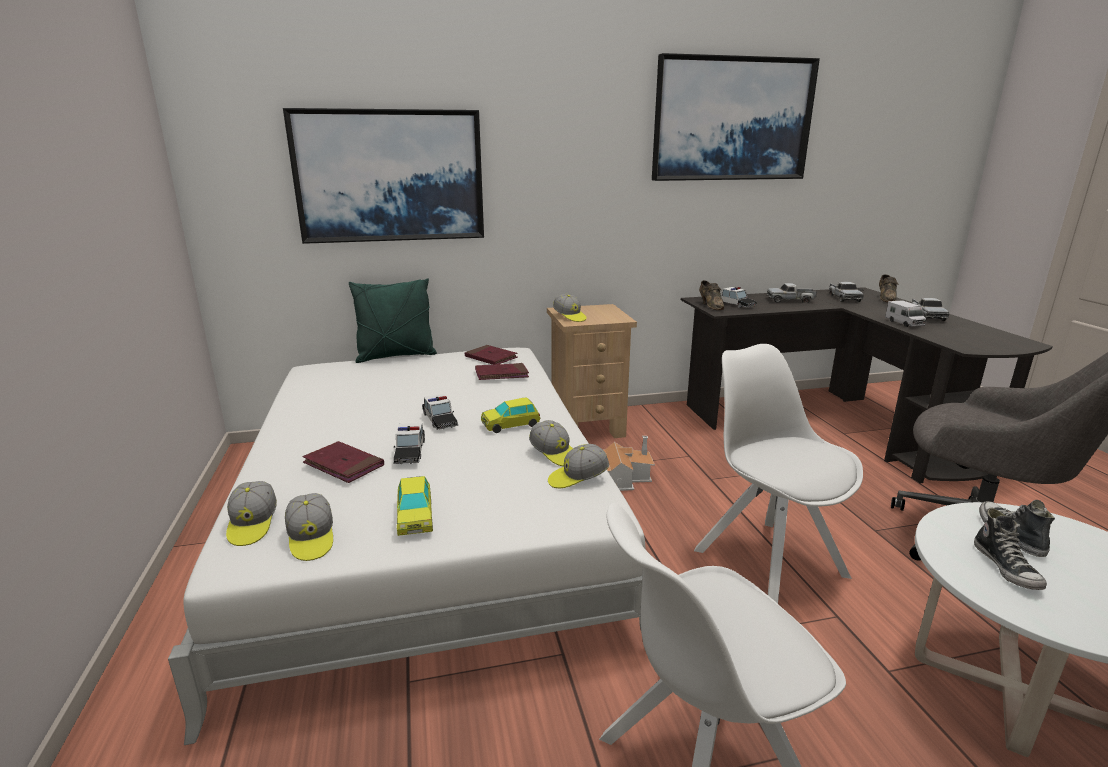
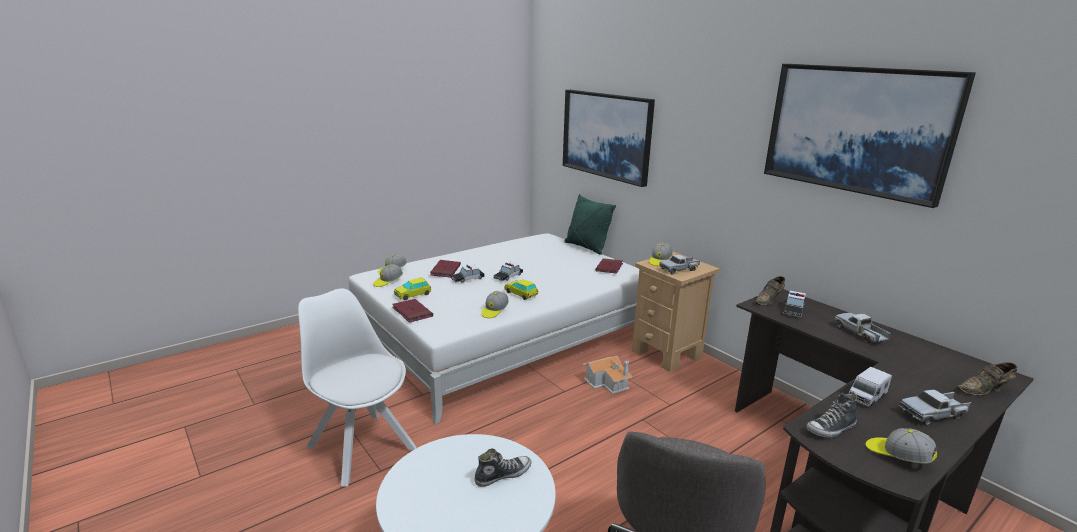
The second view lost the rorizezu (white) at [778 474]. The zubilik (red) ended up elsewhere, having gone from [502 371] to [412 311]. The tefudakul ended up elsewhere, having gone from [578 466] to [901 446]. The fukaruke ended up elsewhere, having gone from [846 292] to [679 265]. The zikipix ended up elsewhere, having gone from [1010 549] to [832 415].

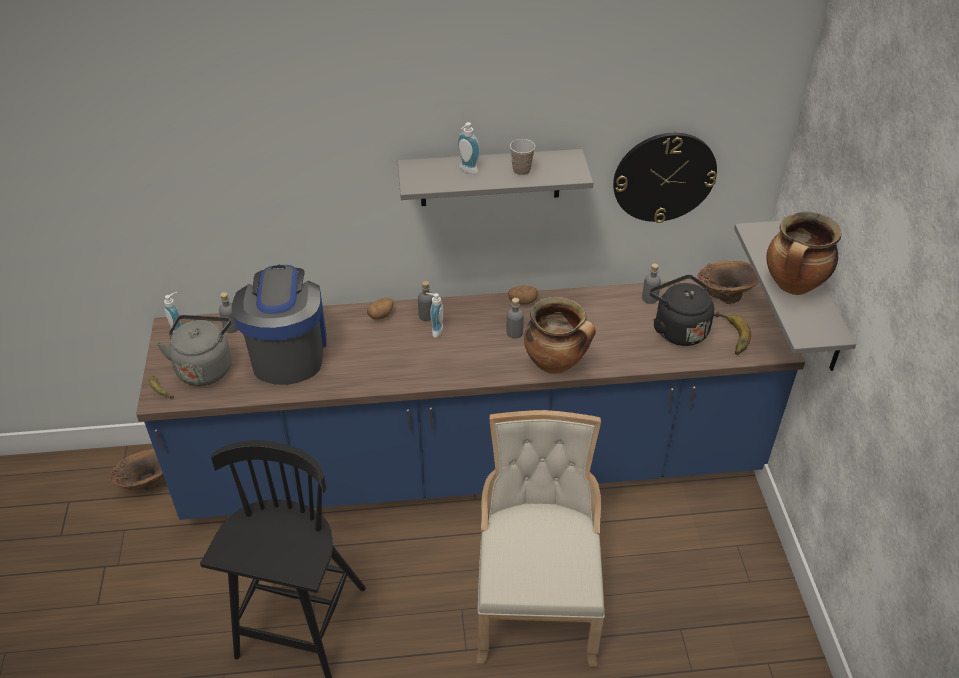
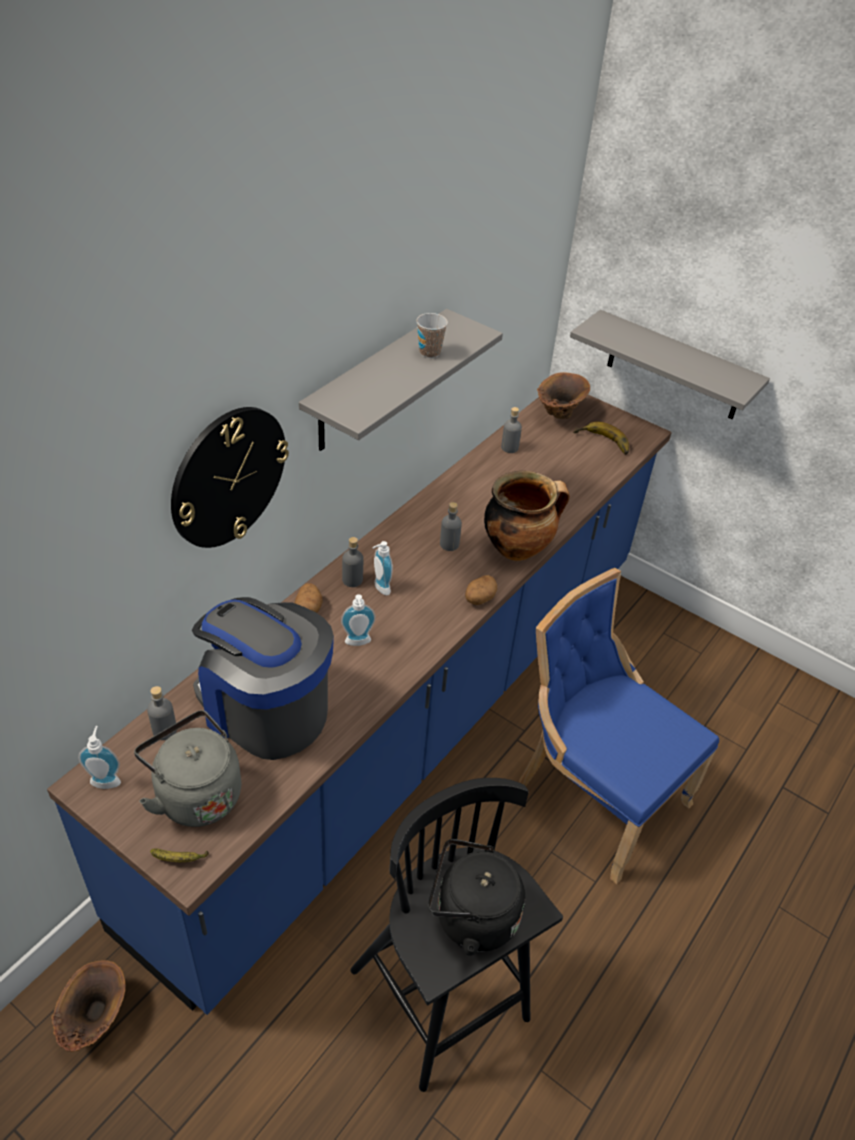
The second view lost the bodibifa at [803 253]. The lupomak ended up elsewhere, having gone from [468 148] to [358 620]. The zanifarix ended up elsewhere, having gone from [523 295] to [481 590]. The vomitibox ended up elsewhere, having gone from [665 178] to [230 477]. The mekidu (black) ended up elsewhere, having gone from [681 310] to [477 897]. What was the rorizezu (beige) at [541 538] turned into the rorizezu (blue) at [619 726].

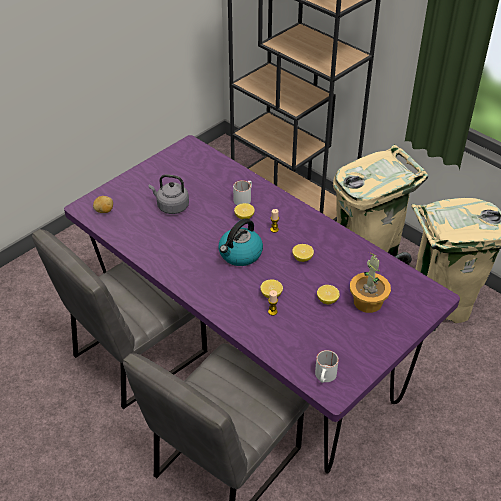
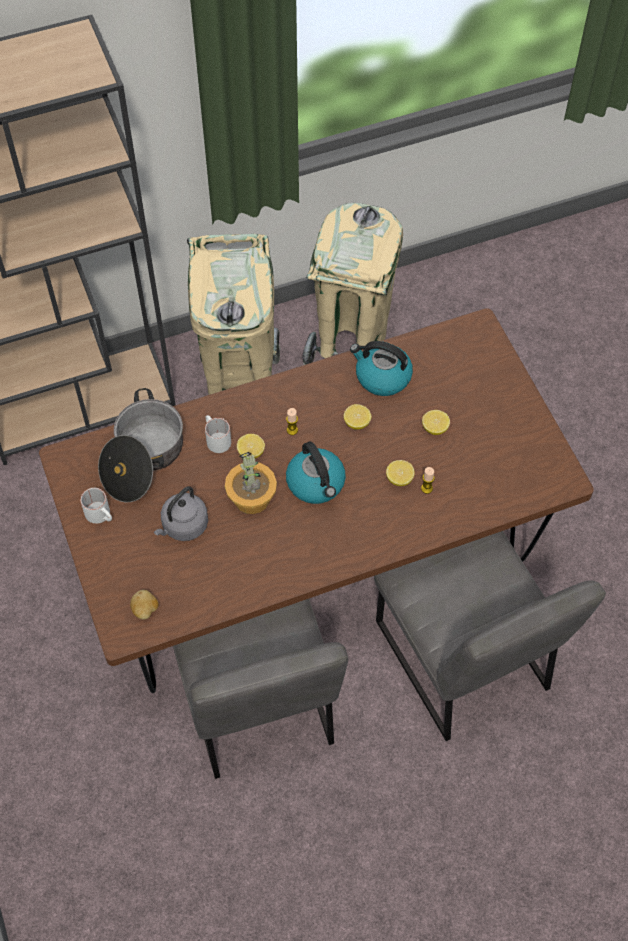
The second view gained the bodibifa at [140 445]. The second view gained the mekidu at [381 368]. The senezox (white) ended up elsewhere, having gone from [327 366] to [96 506]. The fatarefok ended up elsewhere, having gone from [370 283] to [251 483]. What was the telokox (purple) at [262 304] turned into the telokox (brown) at [316 500].

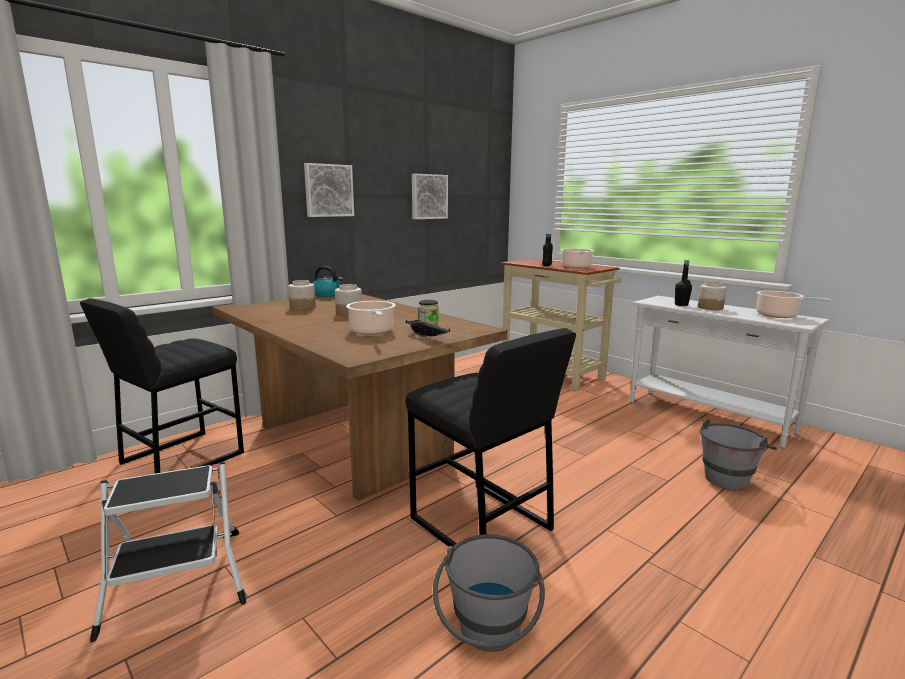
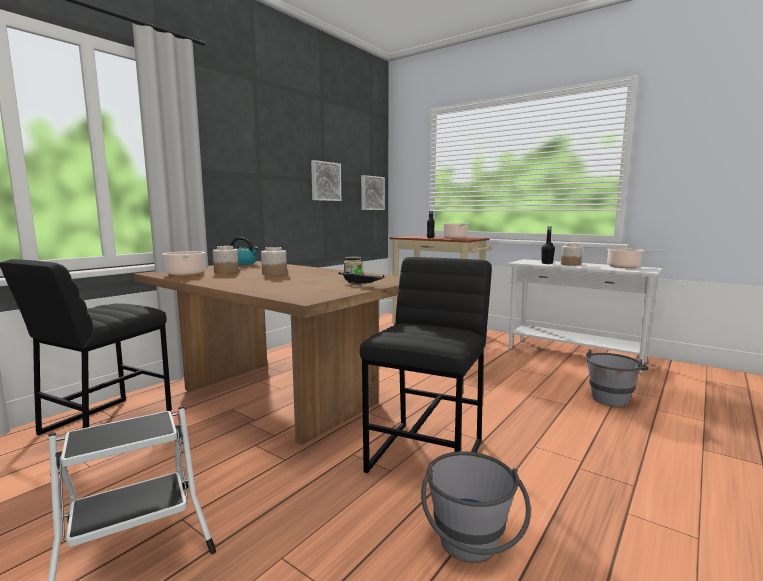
The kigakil ended up elsewhere, having gone from [329 190] to [373 192]. The bodibifa ended up elsewhere, having gone from [371 318] to [183 263]. The rorizezu (black) at [491 437] ended up facing another way, 105 degrees counterclockwise from before.

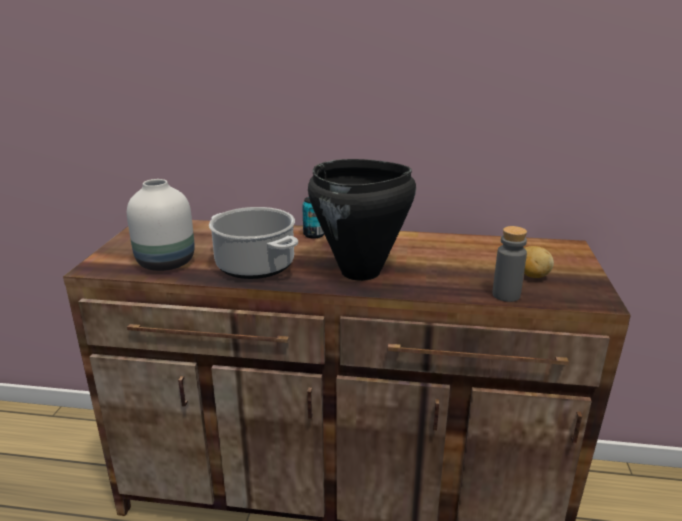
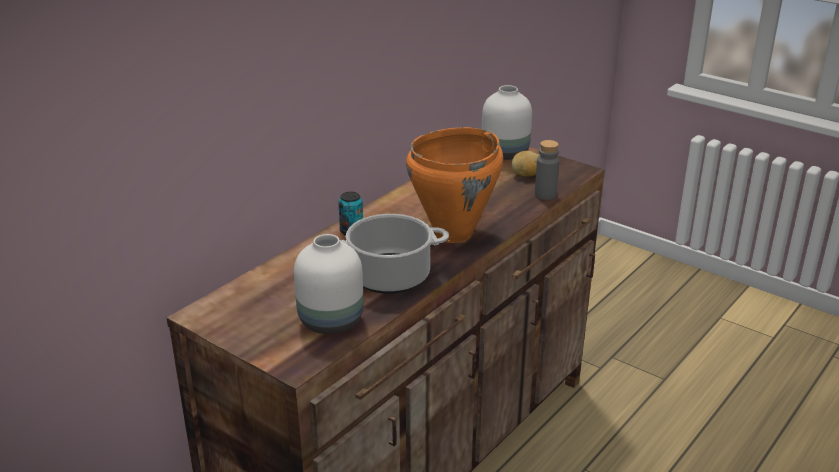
The second view gained the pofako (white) at [507 122]. What was the bodibifa (black) at [362 220] turned into the bodibifa (orange) at [454 185].

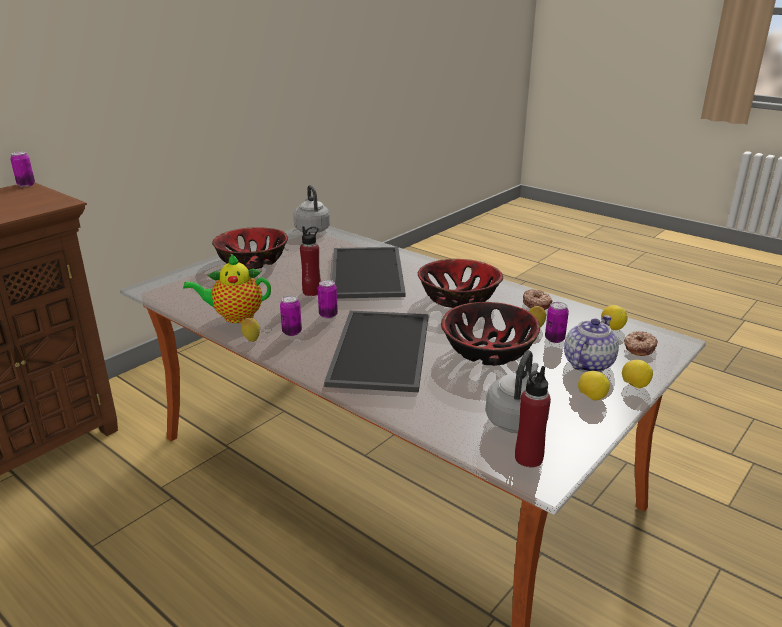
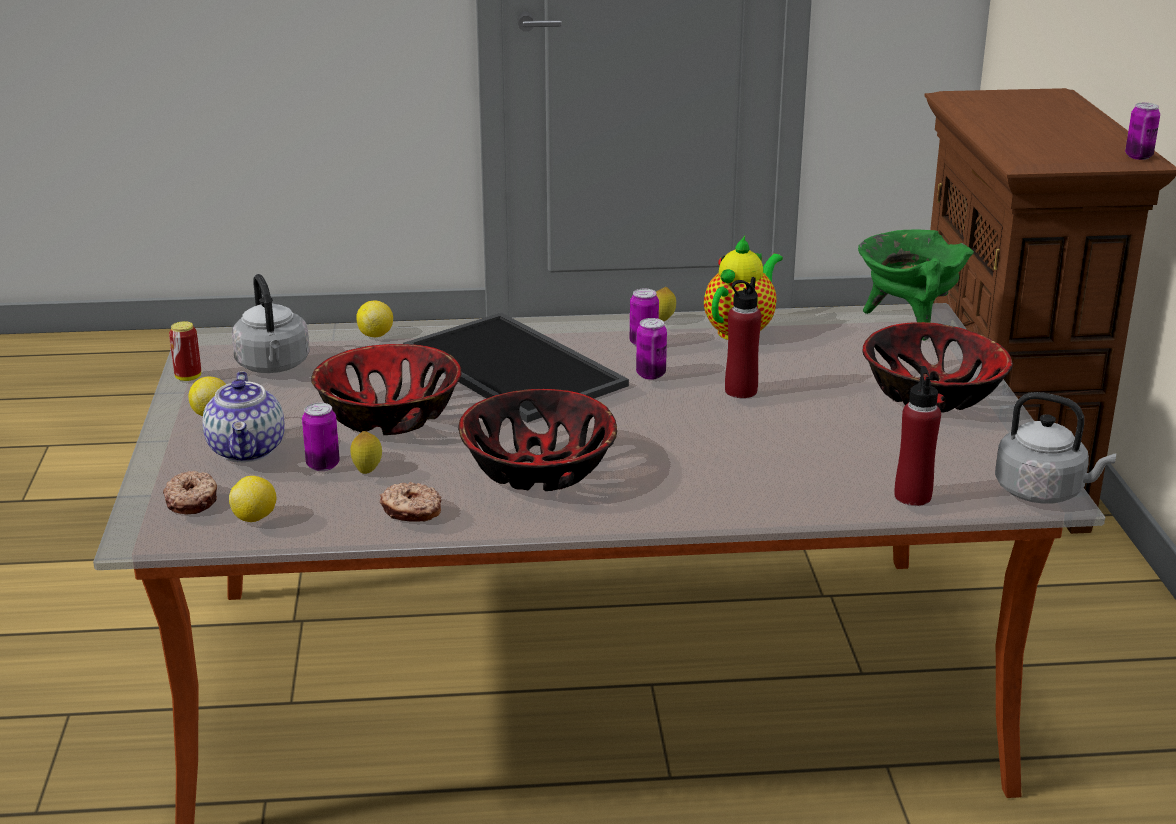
The second view lost the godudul at [369 273]. The second view gained the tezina at [185 351]. The second view gained the bodibifa (green) at [916 285]. The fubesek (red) ended up elsewhere, having gone from [533 416] to [918 436]. The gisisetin ended up elsewhere, having gone from [637 374] to [374 319].

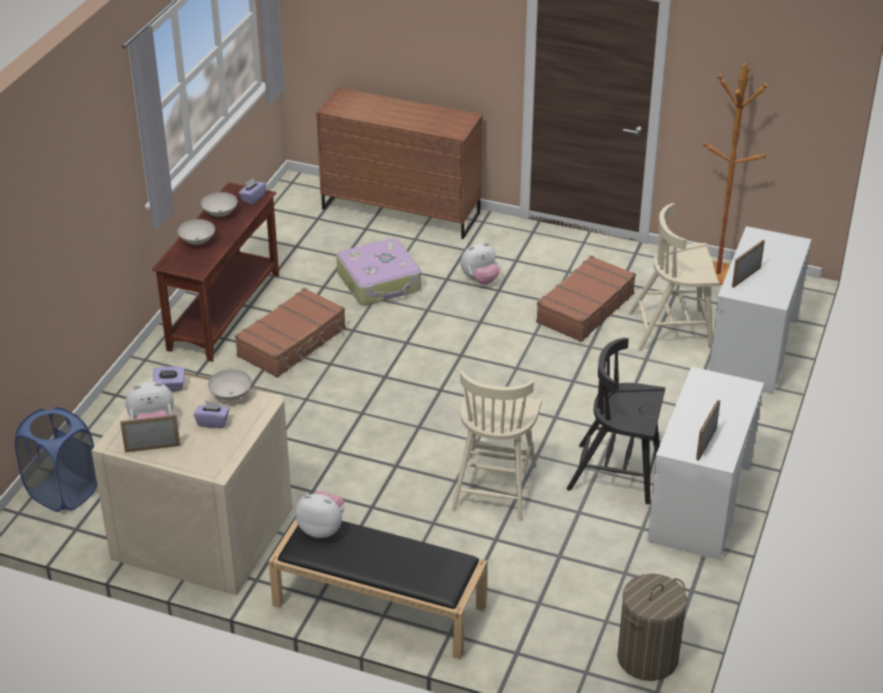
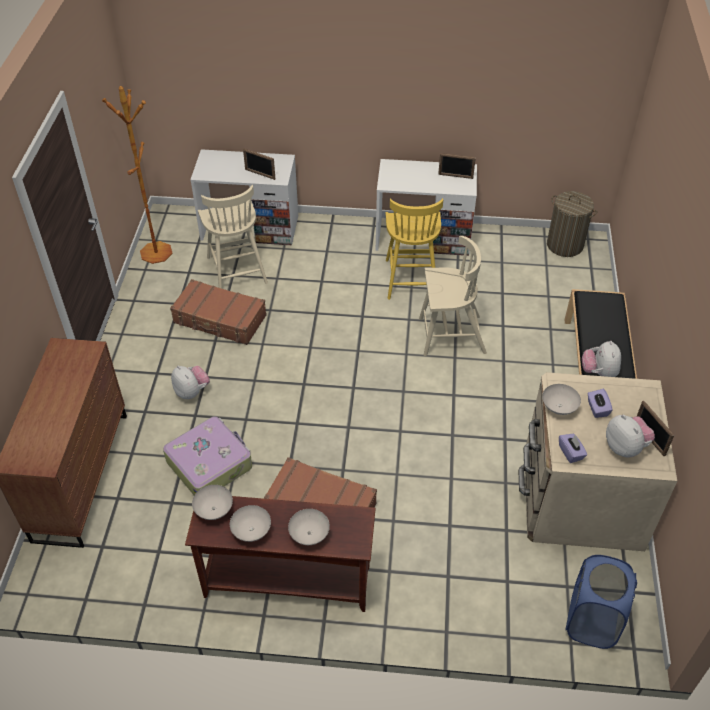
Where the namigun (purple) stood at [252 191], the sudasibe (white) came to stand at [212 502]. What was the rorizezu (black) at [615 421] turned into the rorizezu (yellow) at [414 249].

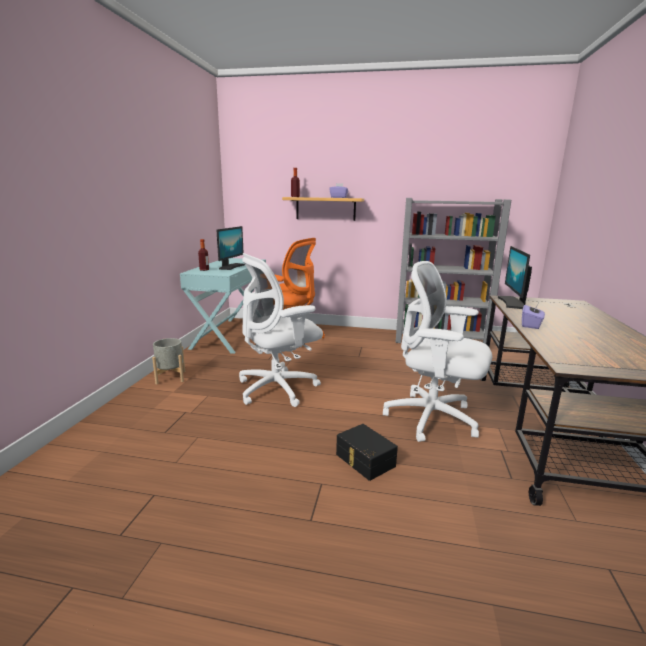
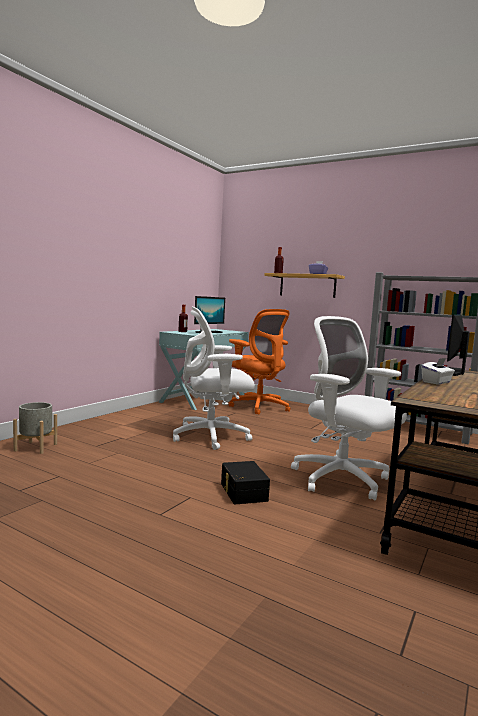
The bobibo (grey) ended up elsewhere, having gone from [168 361] to [35 428]. What was the namigun (purple) at [533 316] turned into the namigun (white) at [438 371].

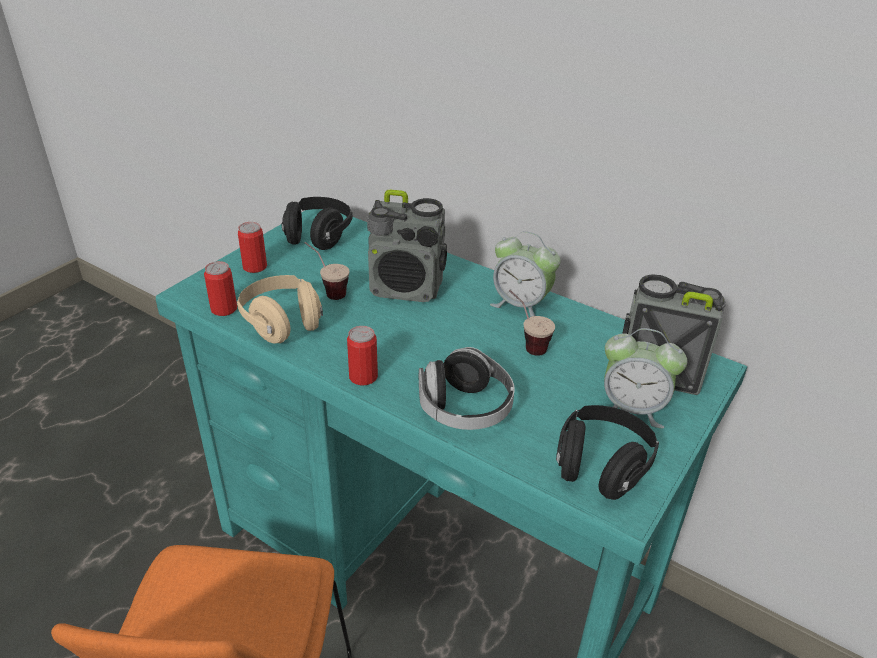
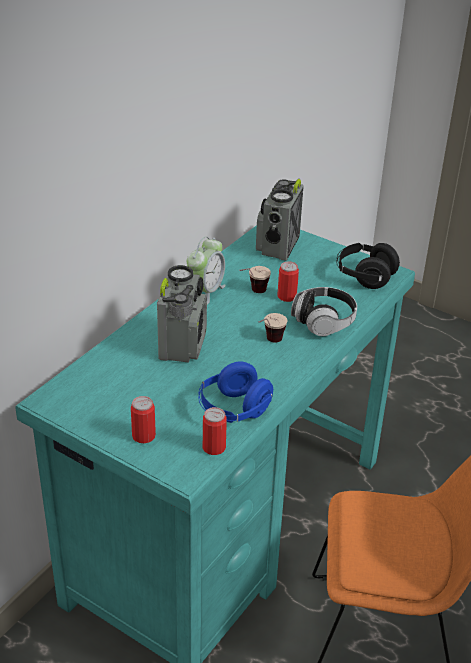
The second view lost the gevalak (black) at [317 223]. The second view lost the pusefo at [646 378]. The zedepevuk ended up elsewhere, having gone from [326 271] to [273 328]. The tezina ended up elsewhere, having gone from [362 356] to [288 281]. What was the gevalak (beige) at [280 309] turned into the gevalak (blue) at [236 392].

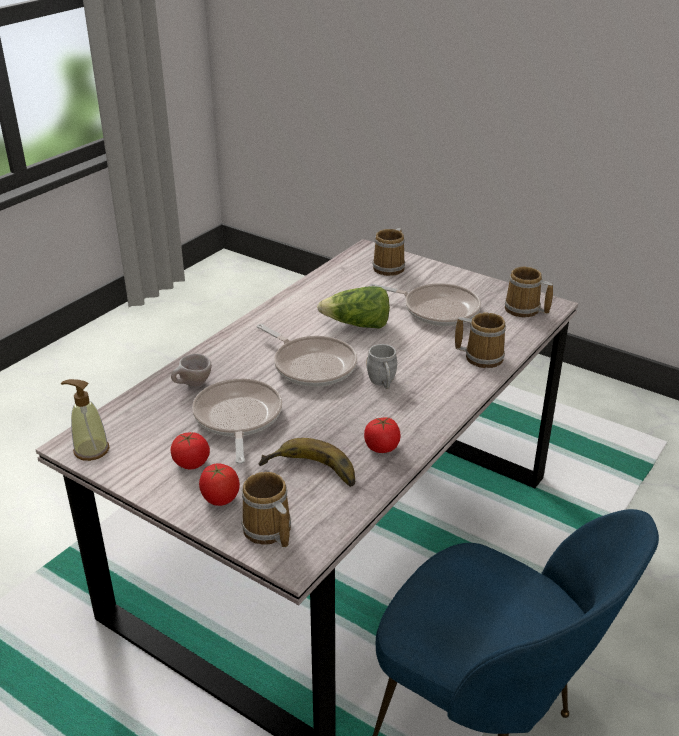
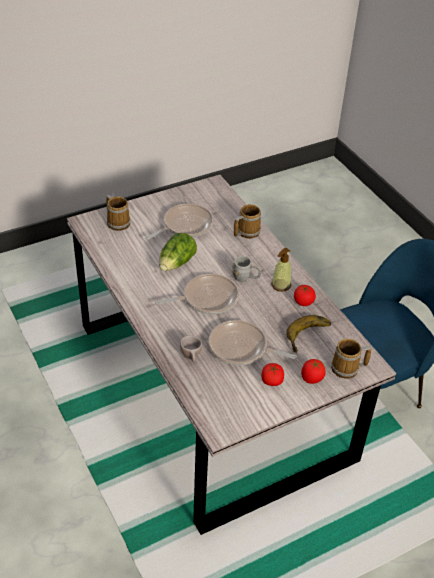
The second view lost the senezox at [529 292]. The lupomak ended up elsewhere, having gone from [85 420] to [281 270].

